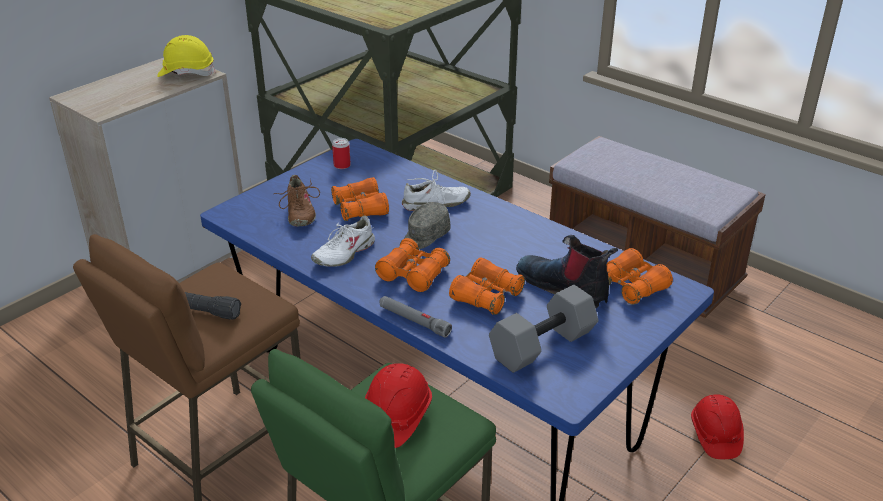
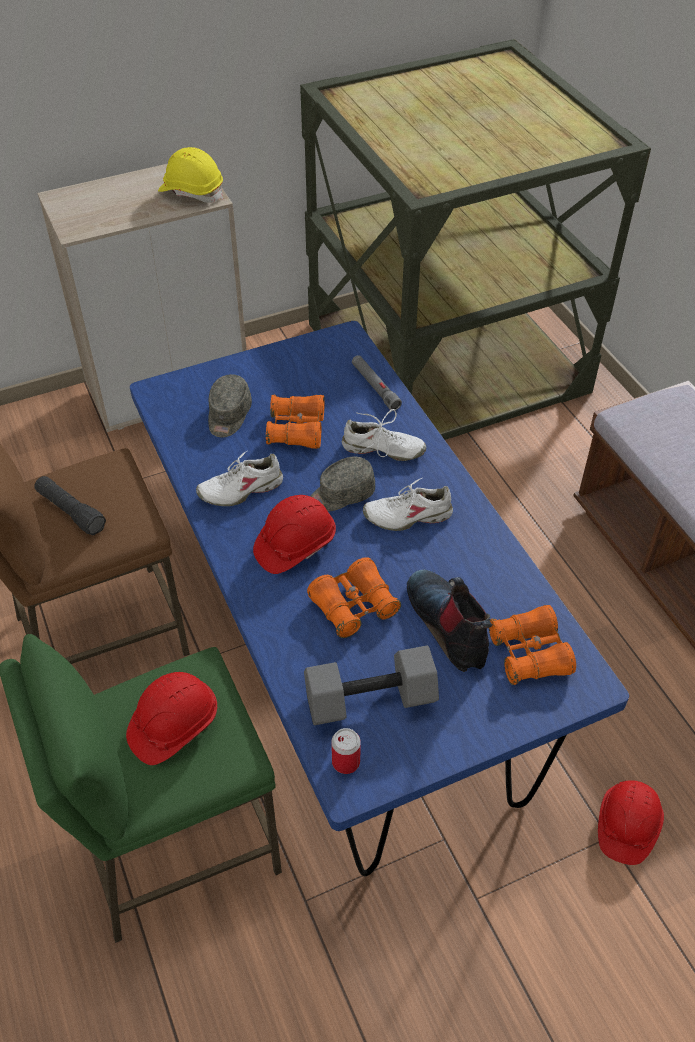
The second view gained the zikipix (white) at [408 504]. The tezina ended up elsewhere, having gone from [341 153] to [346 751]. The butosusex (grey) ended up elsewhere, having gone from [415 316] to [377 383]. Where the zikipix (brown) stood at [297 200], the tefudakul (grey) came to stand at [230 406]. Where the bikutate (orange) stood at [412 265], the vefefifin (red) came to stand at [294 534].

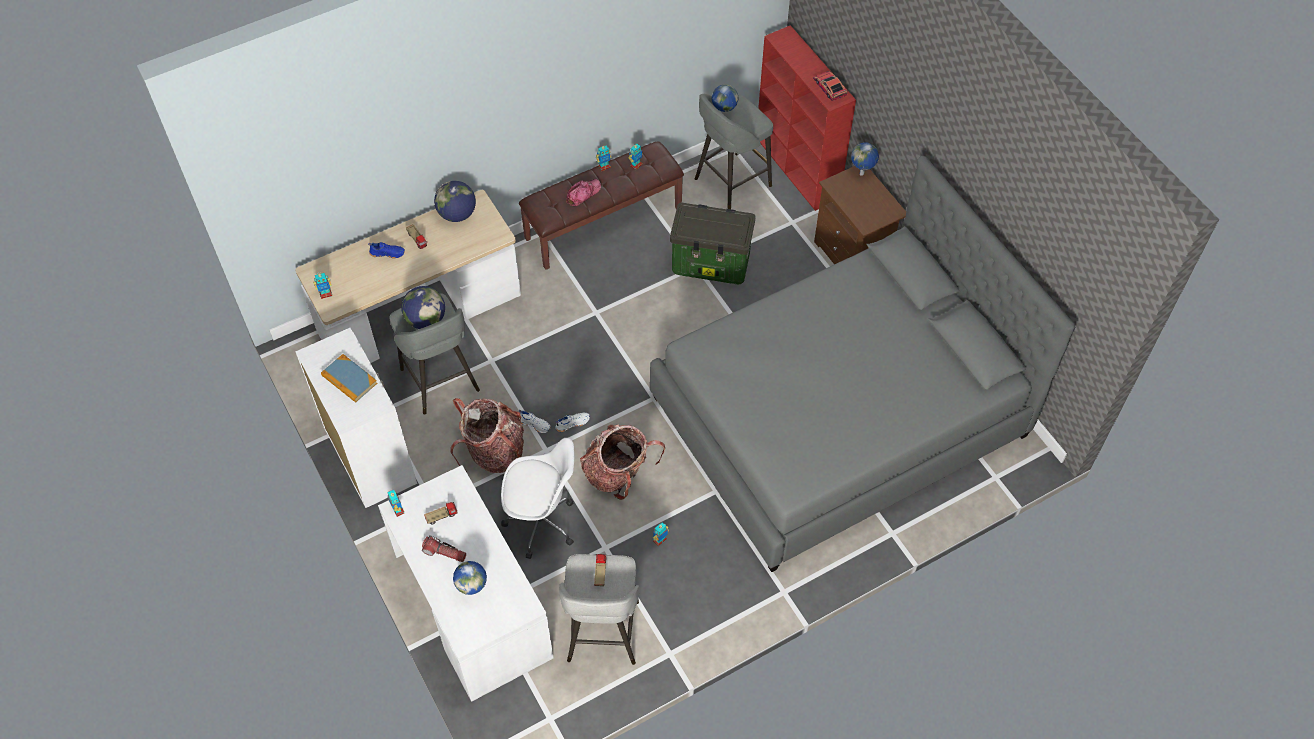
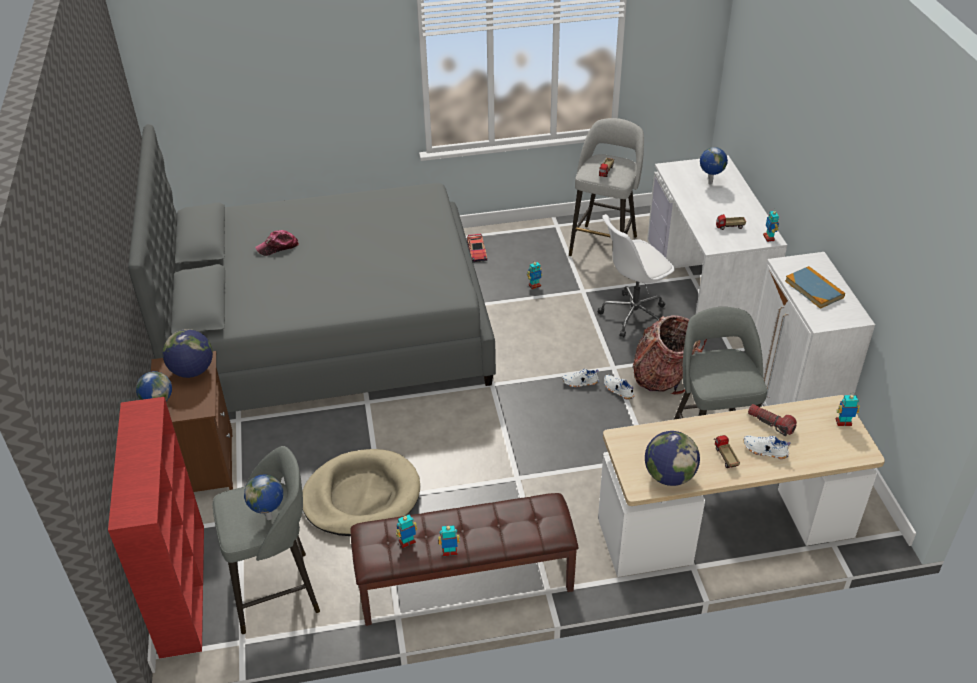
The second view lost the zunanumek at [622 462]. The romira ended up elsewhere, having gone from [423 307] to [188 353]. The butosusex ended up elsewhere, having gone from [444 548] to [772 420]. The tefudakul ended up elsewhere, having gone from [583 192] to [277 243]. The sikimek ended up elsewhere, having gone from [830 86] to [477 248]. Where the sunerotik stood at [713 243], the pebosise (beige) came to stand at [361 492]. What was the zikipix (blue) at [386 250] turned into the zikipix (white) at [767 447]. The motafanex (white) at [537 498] ended up facing another way, 45 degrees counterclockwise from before.

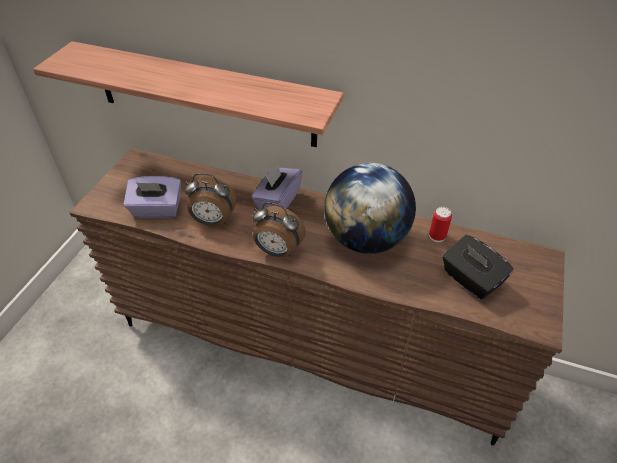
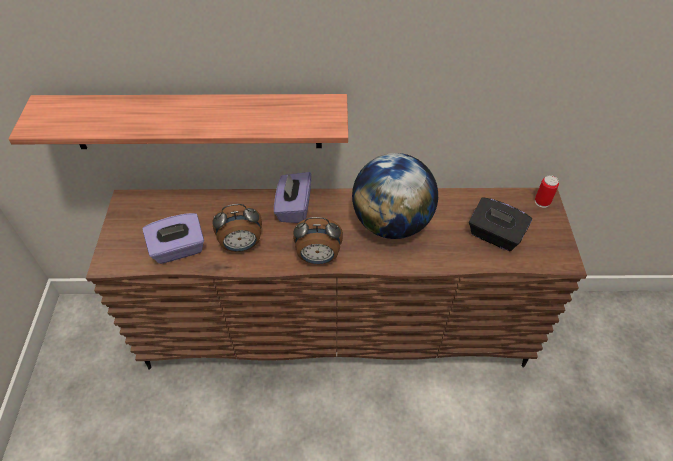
The tezina ended up elsewhere, having gone from [440 224] to [547 191].

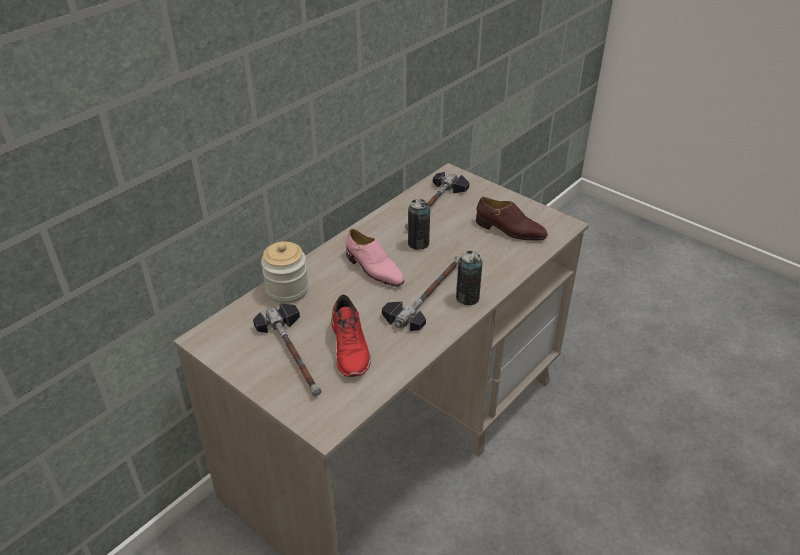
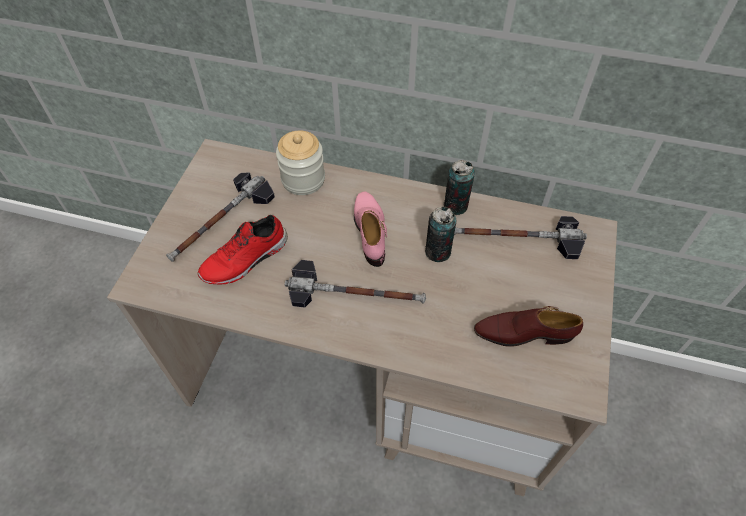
The tezina ended up elsewhere, having gone from [469 278] to [459 187]. The zikipix (pink) at [375 258] ended up facing another way, 150 degrees clockwise from before. The zikipix (brown) at [512 218] ended up facing another way, 90 degrees clockwise from before.

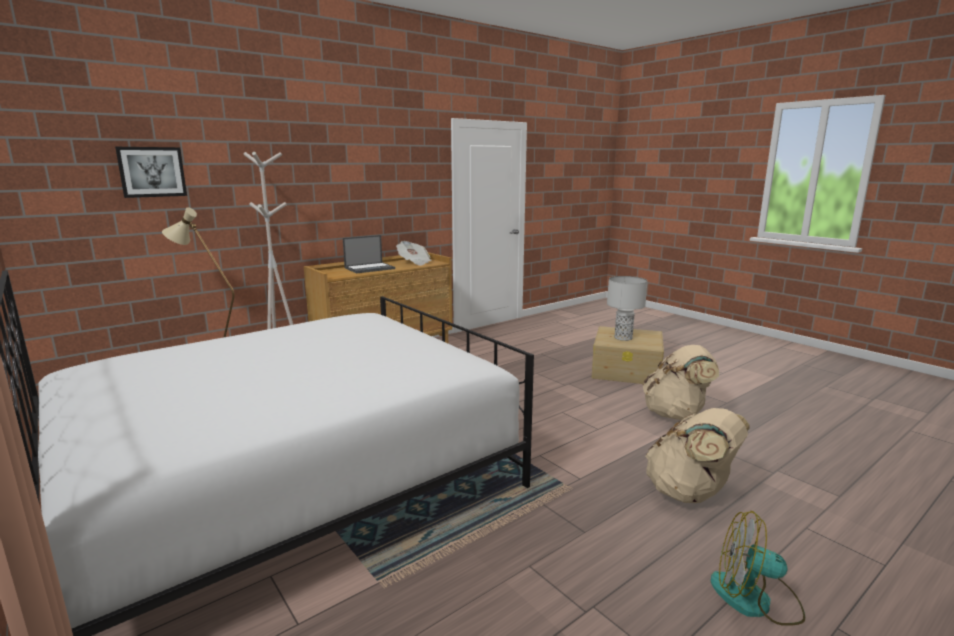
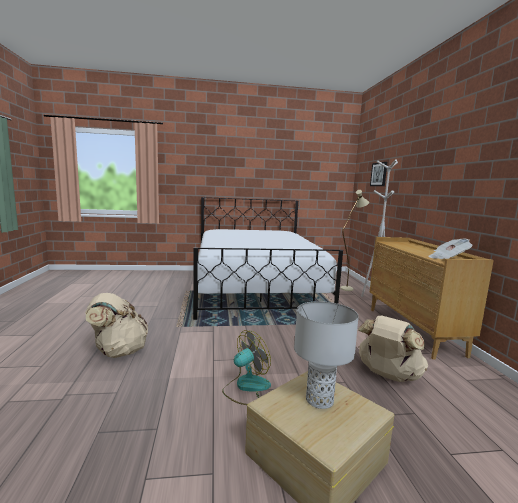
The second view lost the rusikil at [369 254]. The zunanumek (beige) ended up elsewhere, having gone from [681 382] to [393 349]. The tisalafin ended up elsewhere, having gone from [758 568] to [246 367].

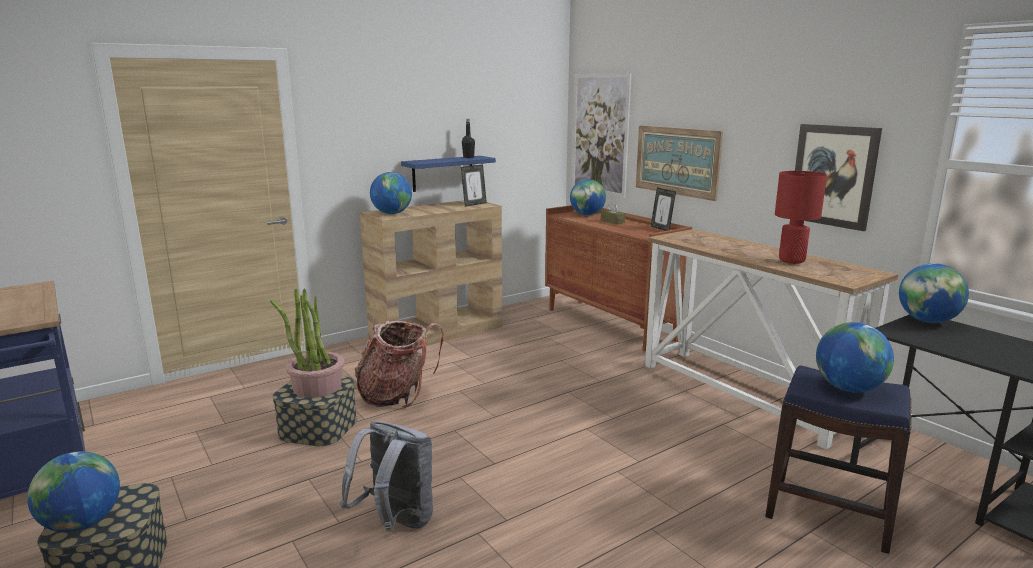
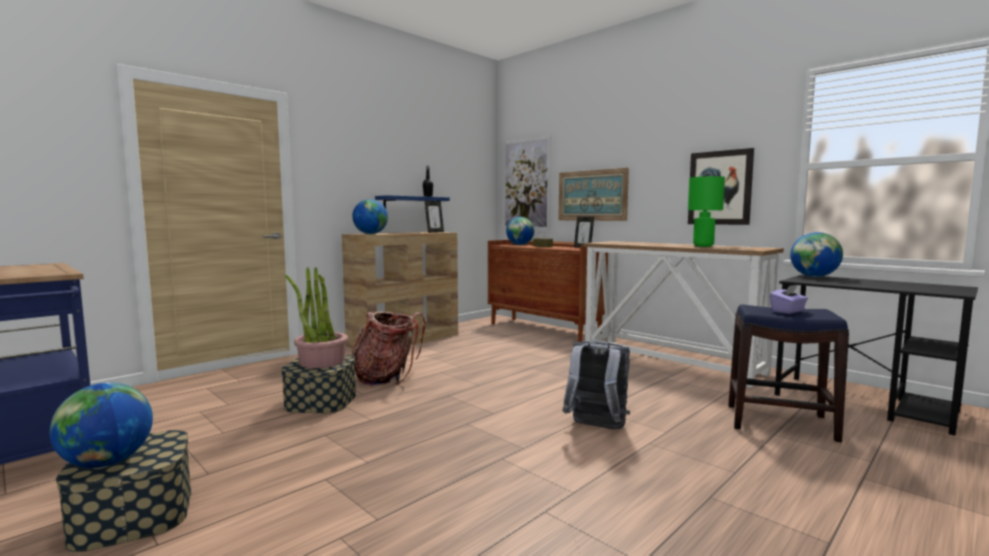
The zunanumek (grey) ended up elsewhere, having gone from [386 476] to [596 384]. Where the romira stood at [855 357], the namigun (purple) came to stand at [789 299]. What was the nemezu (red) at [801 217] turned into the nemezu (green) at [706 211].

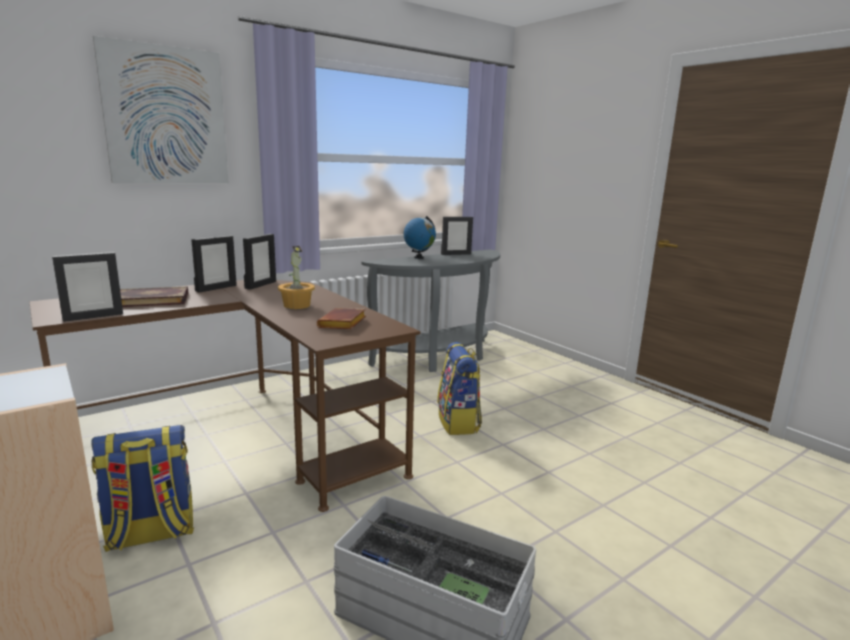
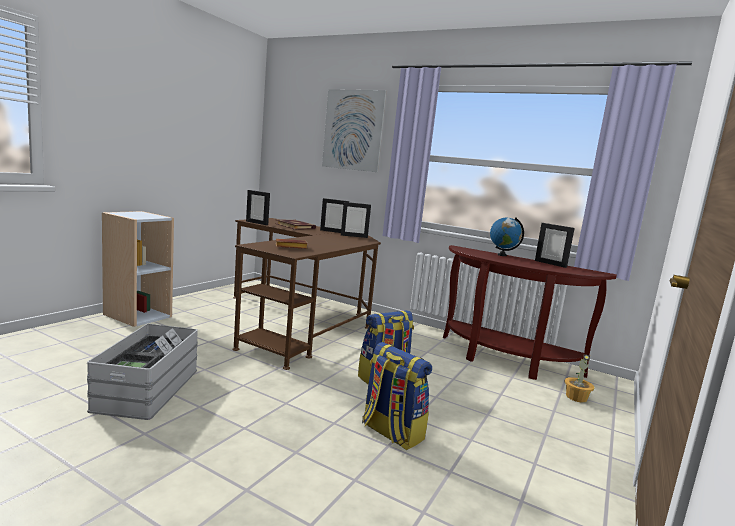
The zunanumek ended up elsewhere, having gone from [142 488] to [397 396]. The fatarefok ended up elsewhere, having gone from [296 277] to [579 378]. What was the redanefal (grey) at [431 310] turned into the redanefal (brown) at [530 312].

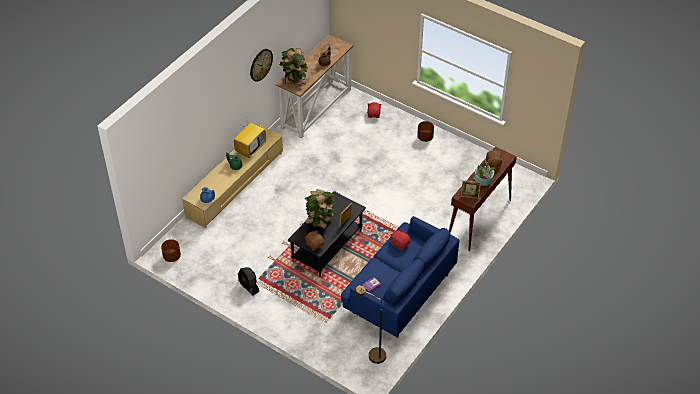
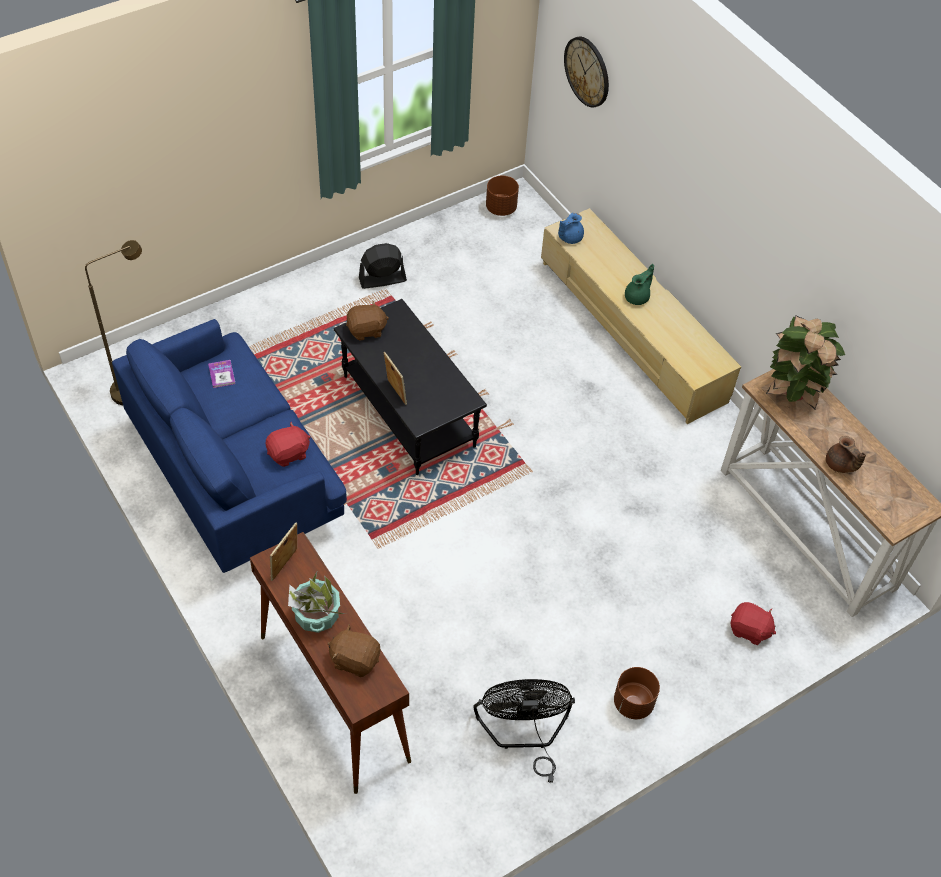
The second view lost the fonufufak at [250 137]. The second view lost the fatarefok at [320 209]. The second view gained the tisalafin (black) at [524 731]. The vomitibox ended up elsewhere, having gone from [261 65] to [586 72].

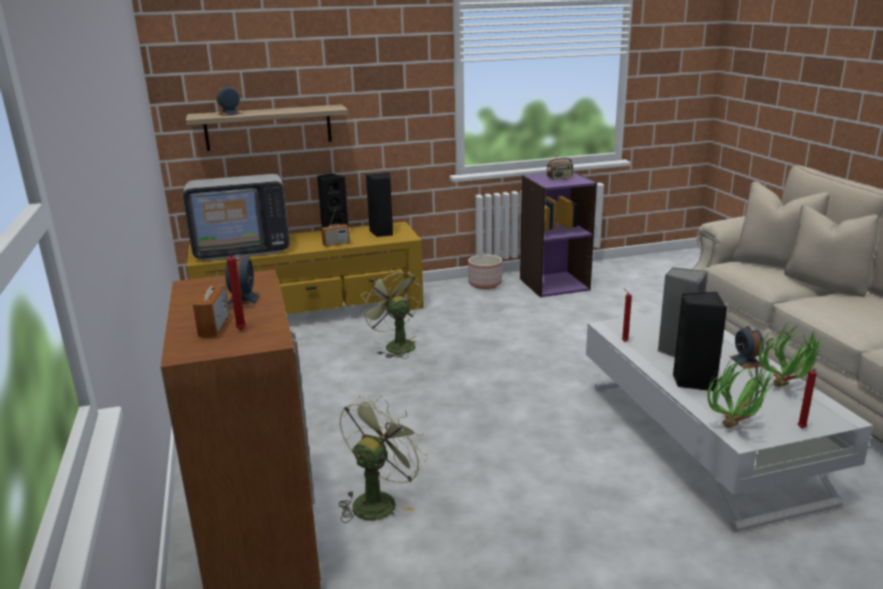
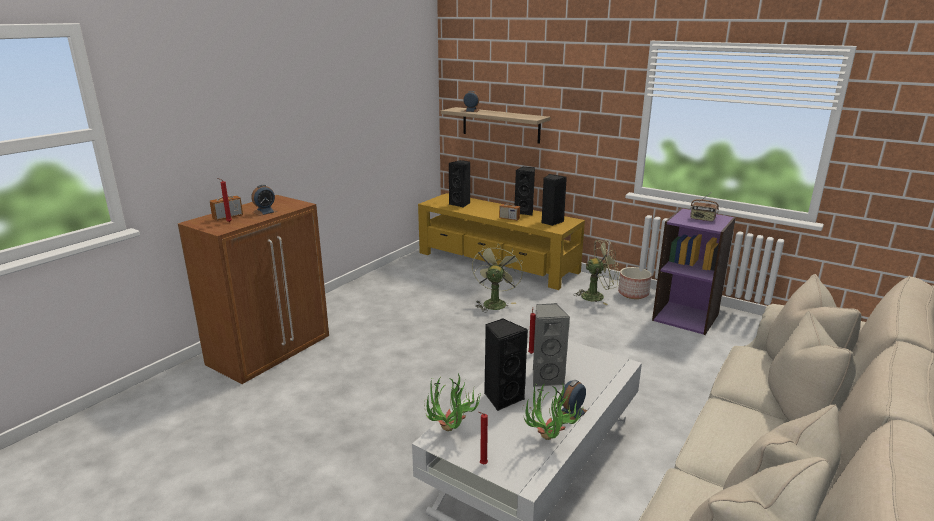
The tisalafin (green) ended up elsewhere, having gone from [383 459] to [596 272]. Where the fonufufak stood at [236 217], the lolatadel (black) came to stand at [459 184].

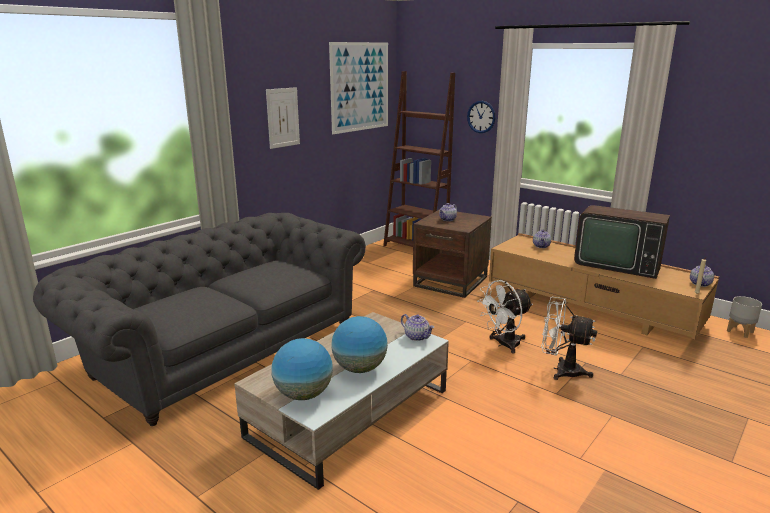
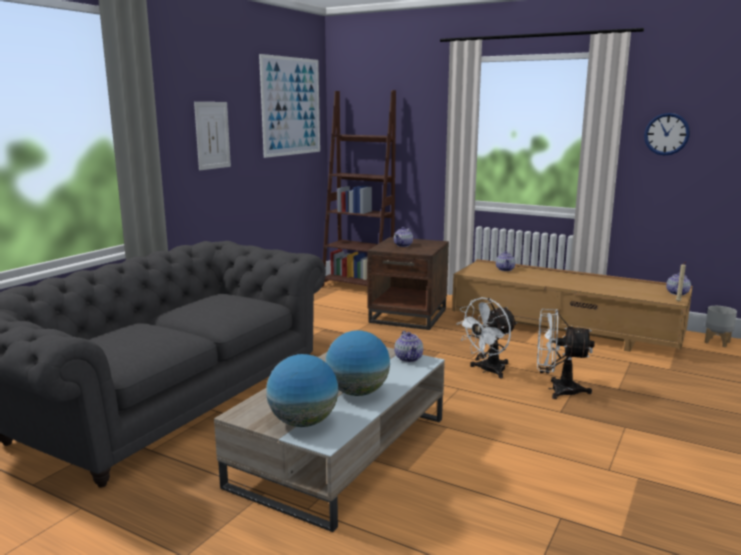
The second view lost the fonufufak at [622 242]. The vomitibox ended up elsewhere, having gone from [481 117] to [667 134]. The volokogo at [417 327] ended up facing another way, 45 degrees clockwise from before.

